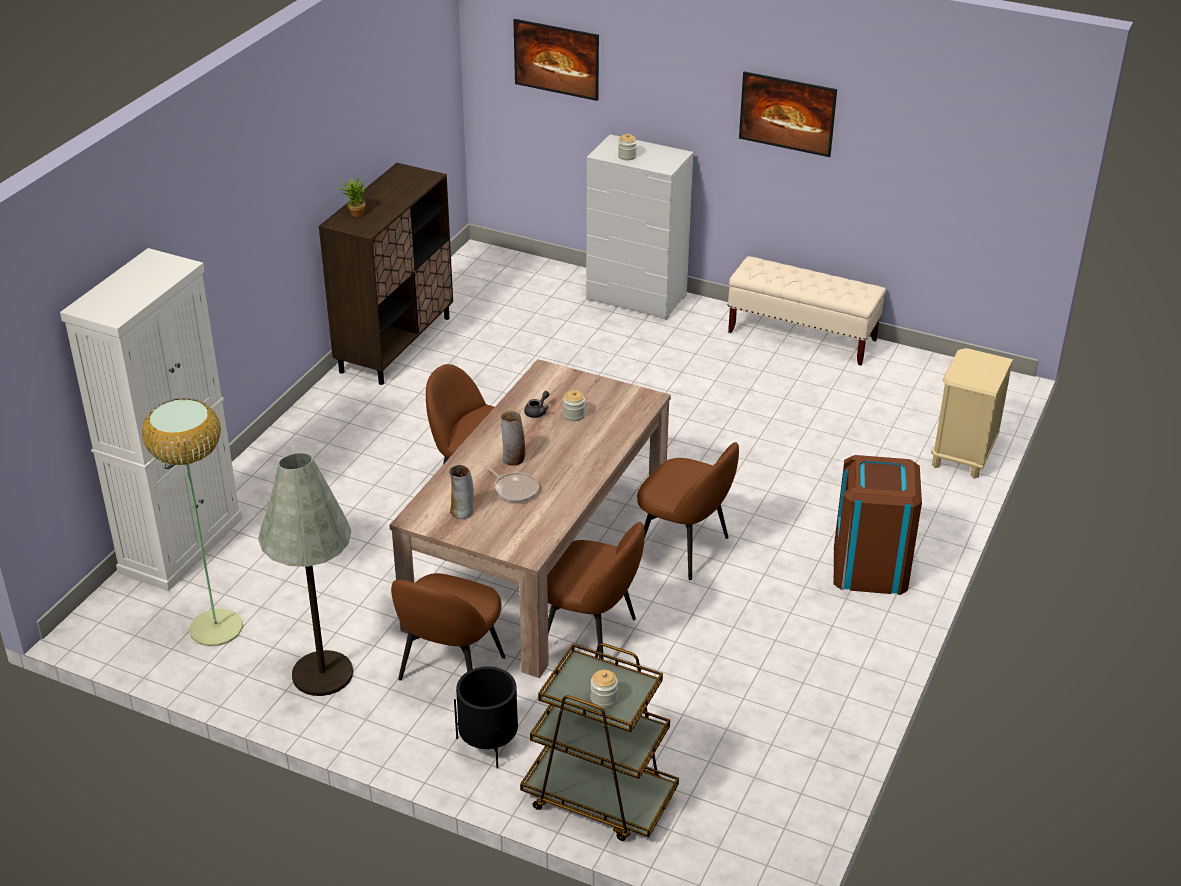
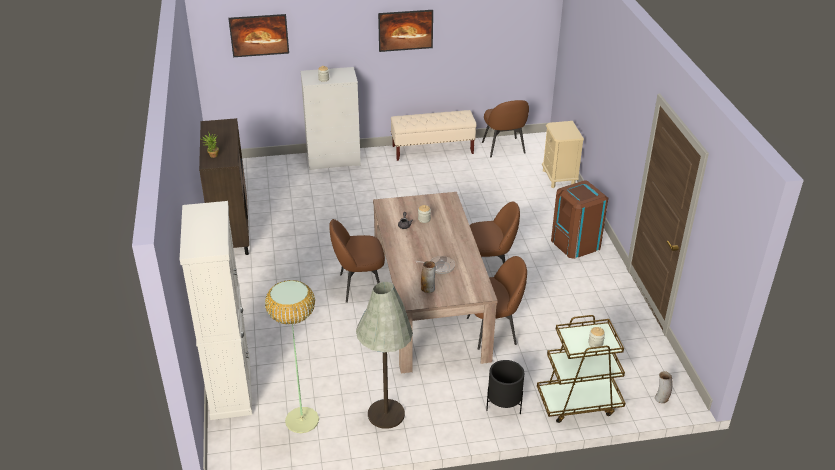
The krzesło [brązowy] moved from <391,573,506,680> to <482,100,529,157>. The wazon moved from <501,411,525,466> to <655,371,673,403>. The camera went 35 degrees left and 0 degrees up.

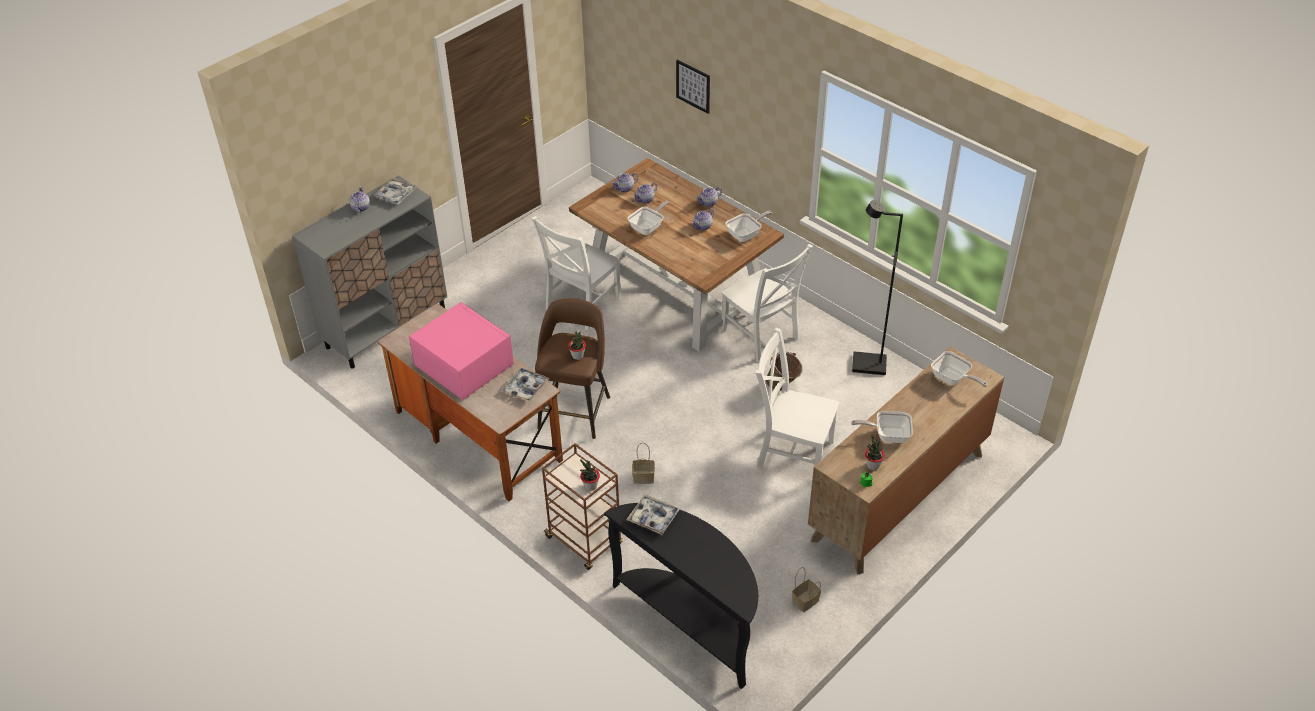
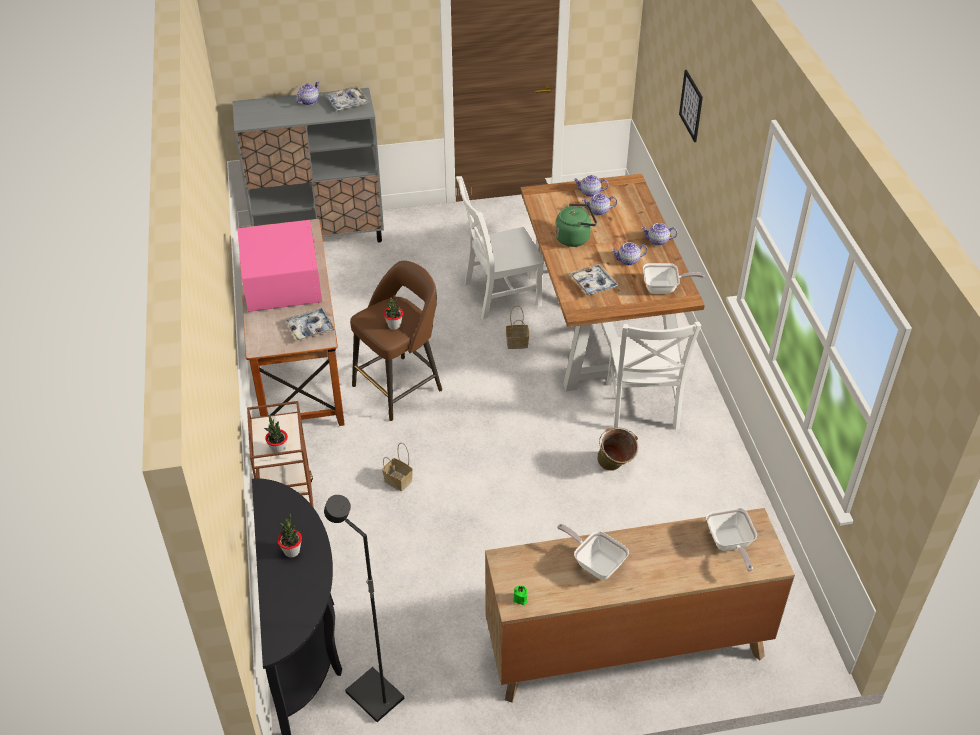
The roślina doniczkowa moved from <865,434,885,470> to <277,514,302,558>. The lampa stojąca [czarny] moved from <852,200,903,375> to <324,495,404,722>. The koszyk moved from <792,567,821,612> to <506,306,529,349>. The patelnia at <627,201,670,235> was replaced by the czajnik [zielony] at <555,203,597,247>. The taca moved from <626,495,681,535> to <568,264,619,296>. The krzesło [biały] at <756,327,839,467> disappeared. The camera went 35 degrees right and 0 degrees up.

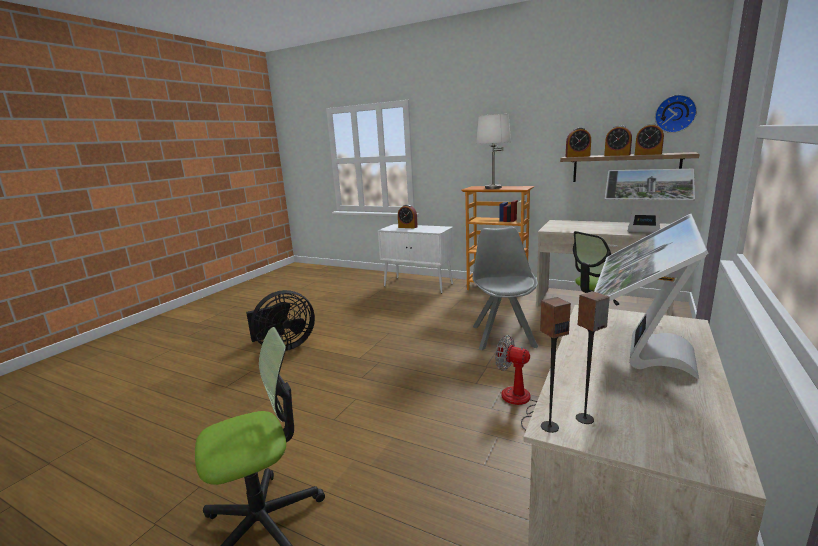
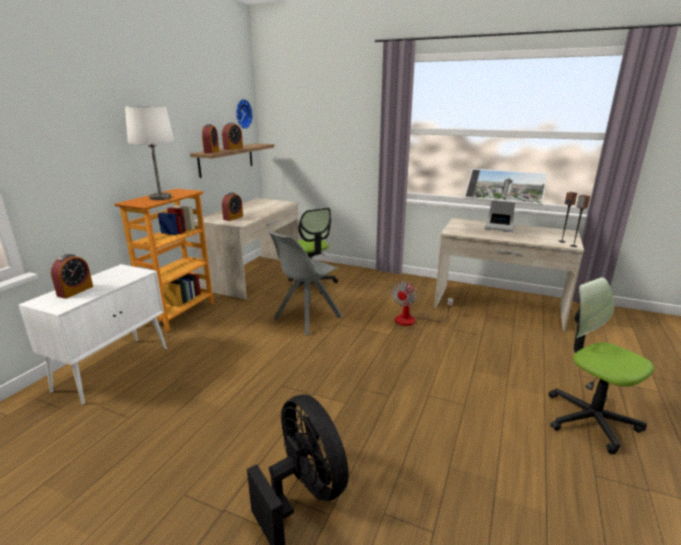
The budzik moved from <635,123,664,155> to <222,192,243,221>. The krzesło [szary] at <472,227,538,350> turned 45 degrees counterclockwise. The monitor at <605,169,695,233> disappeared. The camera went 95 degrees left and 5 degrees up.

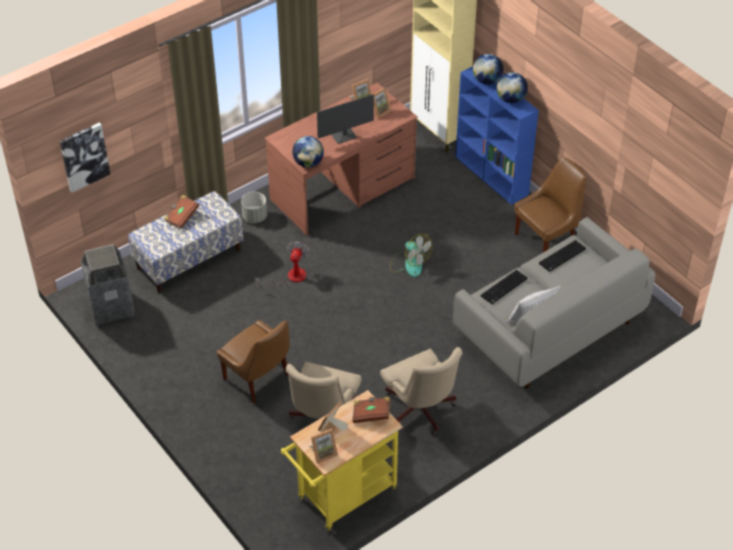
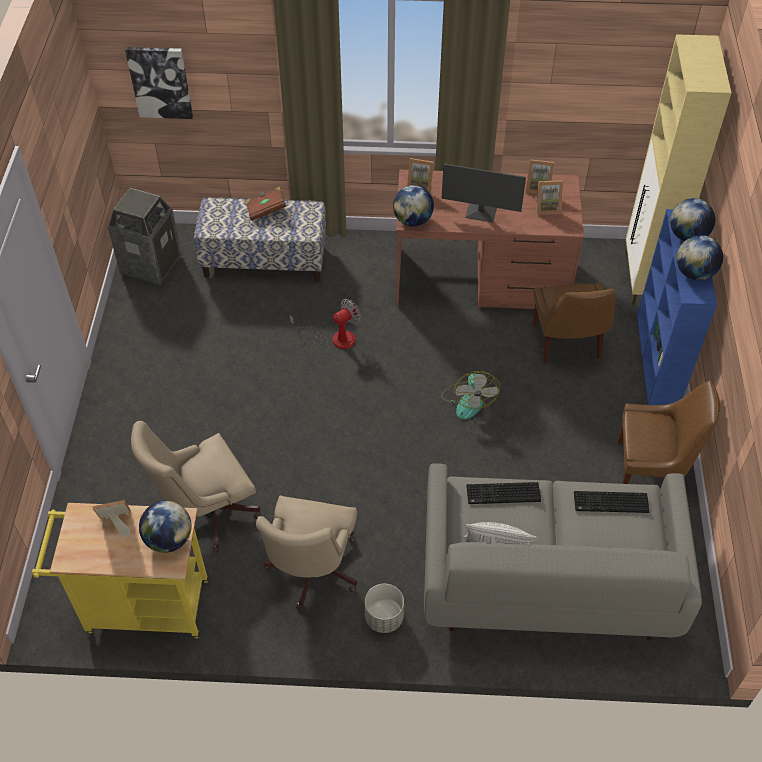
The książka [brązowy] at <352,397,391,423> was replaced by the globus at <139,501,192,553>. The donica [szary] moved from <241,192,267,223> to <365,584,404,633>. The ramka na zdjęcie moved from <309,428,338,464> to <407,158,434,194>. The krzesło [brązowy] moved from <217,320,290,403> to <533,282,615,364>. The camera went 40 degrees right and 5 degrees up.

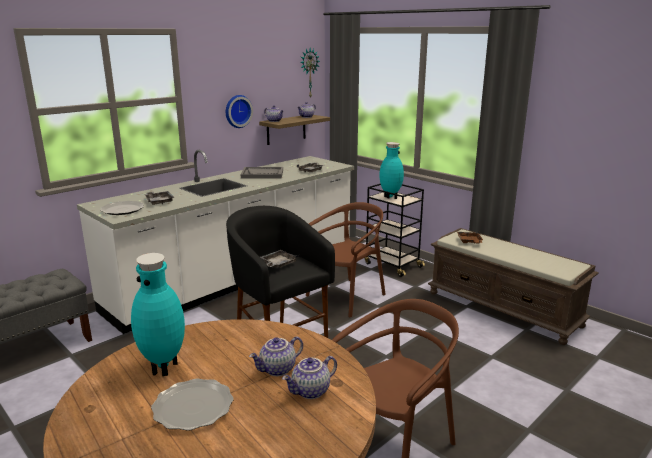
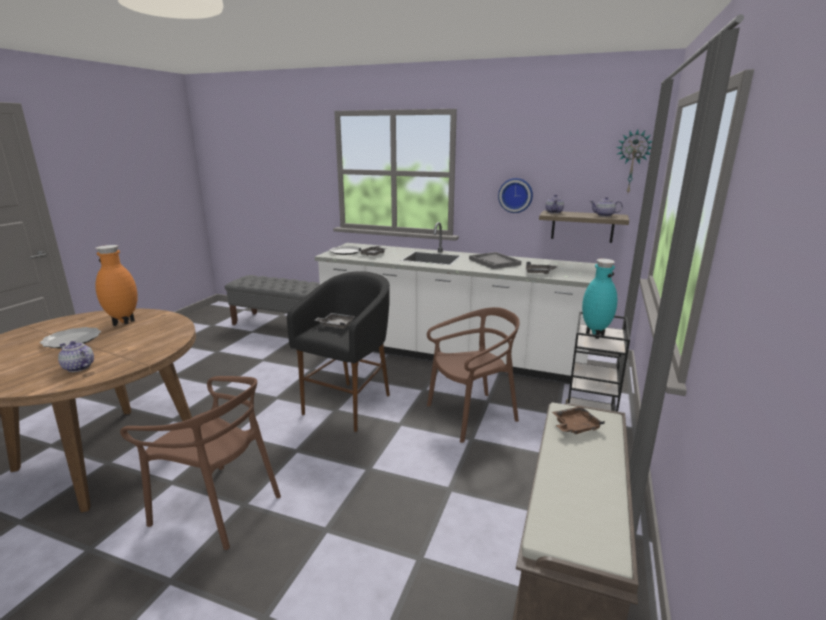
The wazon [turkusowy] at <131,253,185,376> became the wazon [pomarańczowy] at <96,245,137,326>. The krzesło [brązowy] at <306,202,386,317> turned 45 degrees counterclockwise. The imbryk at <249,336,303,376> disappeared. The camera went 65 degrees right and 0 degrees up.

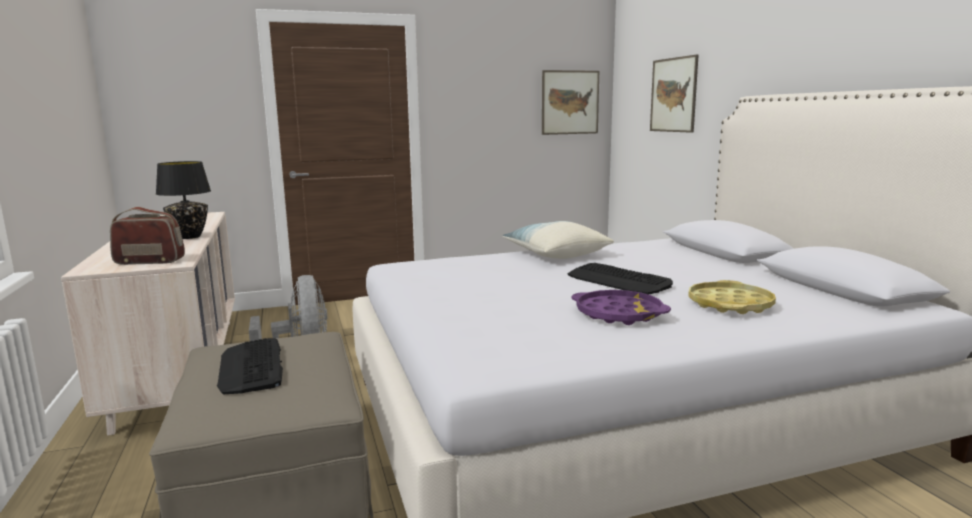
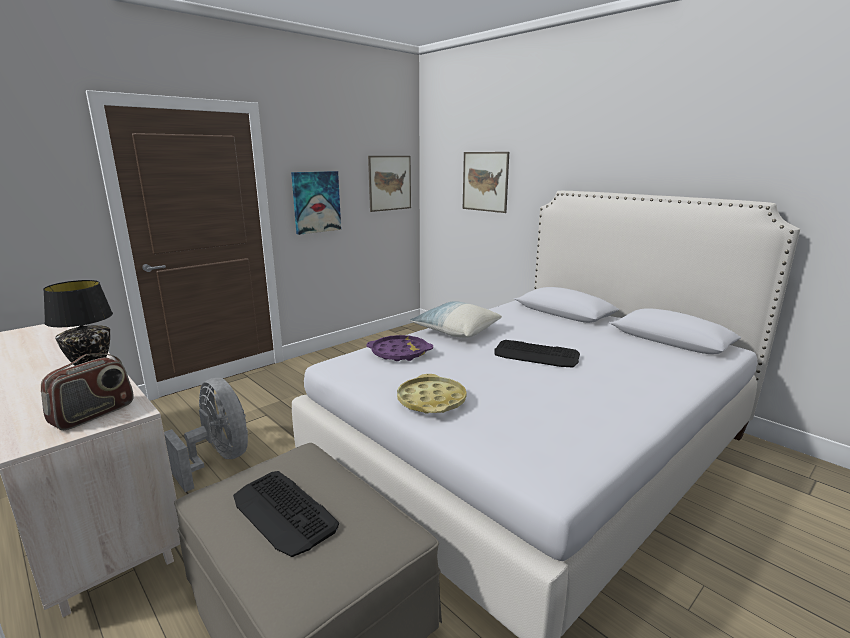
The radio at <110,207,185,265> turned 150 degrees clockwise. The obraz at <291,171,341,235> appeared. The taca [fioletowy] moved from <571,290,671,325> to <367,335,433,361>. The taca [żółty] moved from <688,280,776,314> to <397,374,467,414>. The camera went 25 degrees left and 5 degrees up.

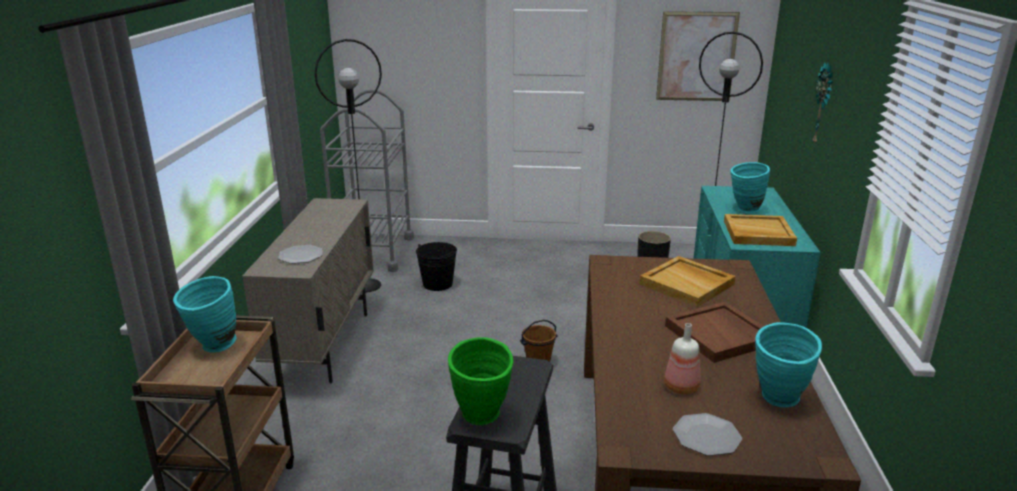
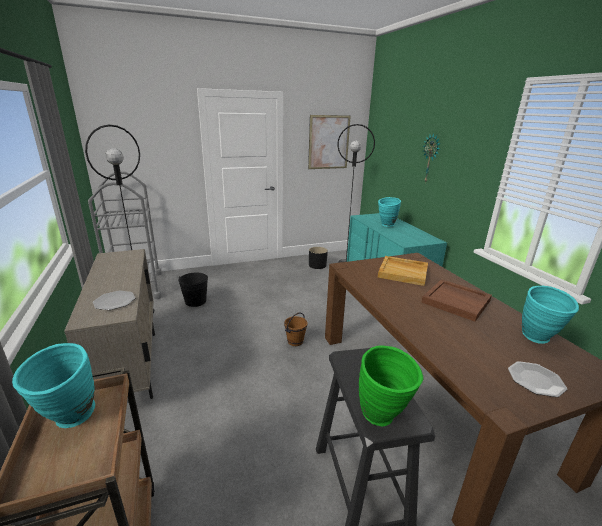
The butelka at <664,323,700,394> disappeared. The taca [beżowy] at <724,214,797,246> disappeared. The camera went 25 degrees left and 0 degrees up.

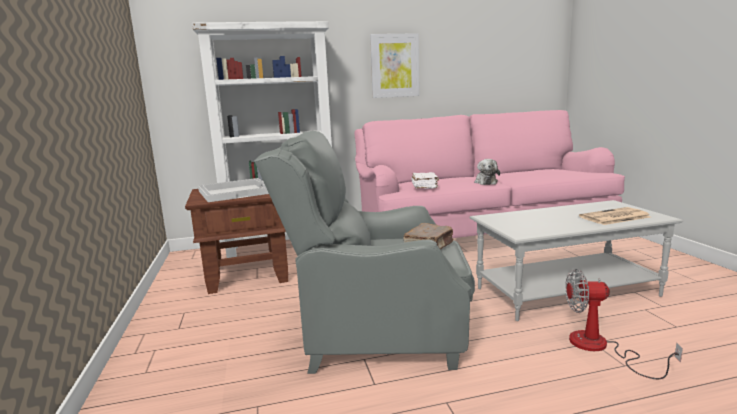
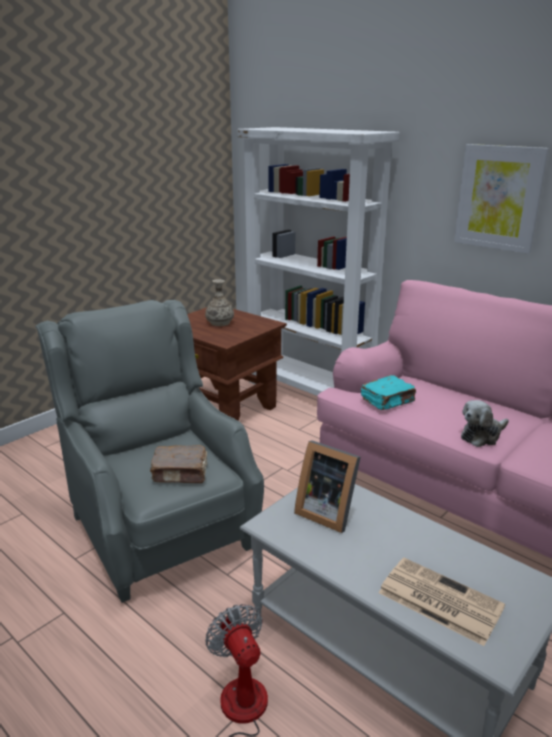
The taca [biały] at <198,178,269,202> was replaced by the wazon at <205,279,234,326>. The ramka na zdjęcie at <294,440,361,533> appeared. The książka [biały] at <411,172,439,189> became the książka [turkusowy] at <361,375,416,410>. The camera went 55 degrees right and 10 degrees up.

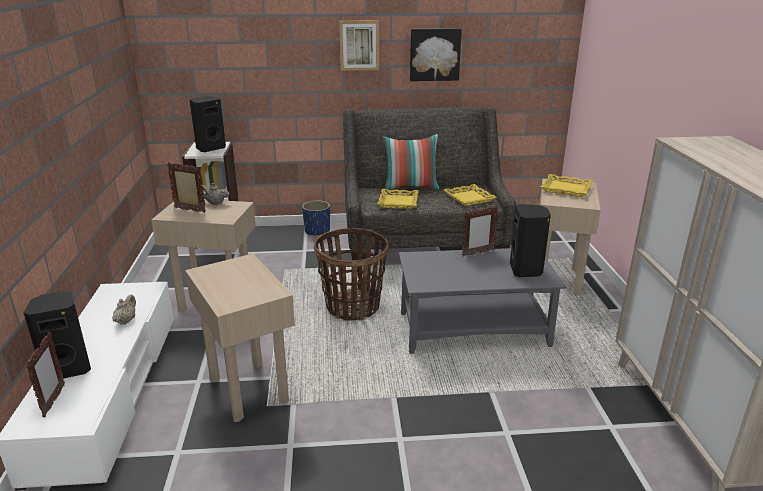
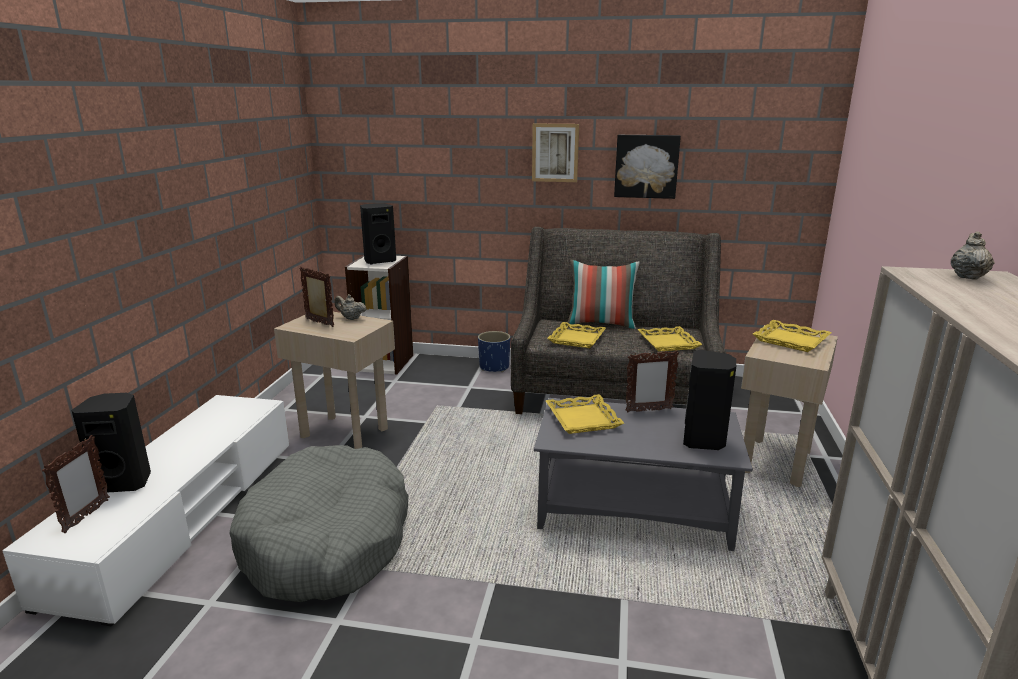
The stolik [beżowy] at <185,254,295,422> was replaced by the legowisko [szary] at <230,445,408,602>. The taca [żółty] at <546,394,624,434> appeared. The imbryk [beżowy] moved from <112,294,136,325> to <951,231,995,280>. The koszyk at <314,228,389,320> disappeared. The camera went 15 degrees right and 5 degrees down.

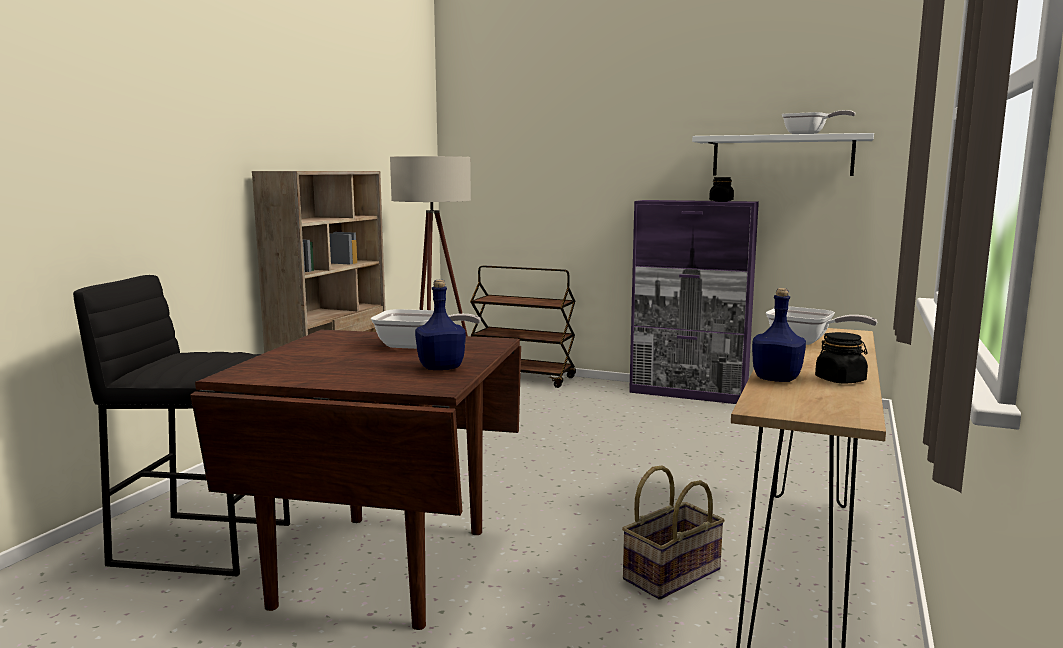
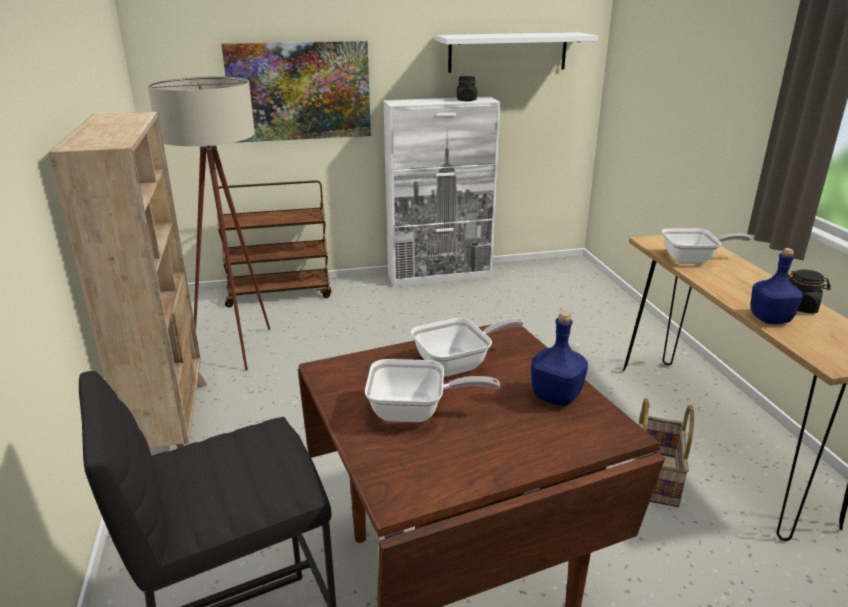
The obraz at <221,41,371,143> appeared. The patelnia moved from <782,110,856,134> to <365,359,500,422>. The szafka [fioletowy] at <629,200,759,404> became the szafka [biały] at <383,96,501,287>. The camera went 35 degrees left and 15 degrees up.

